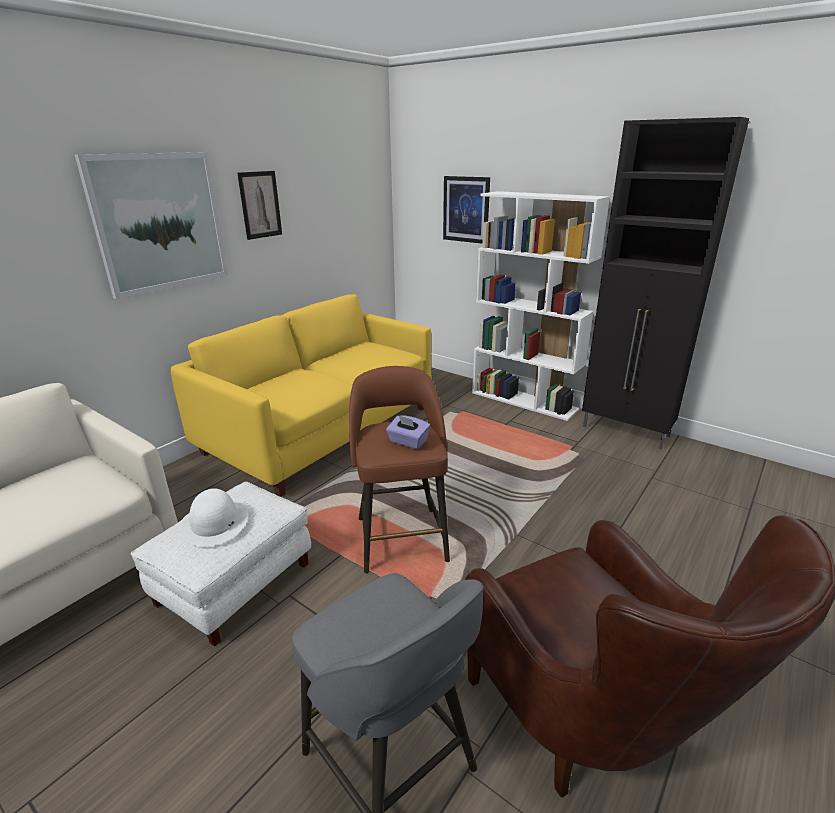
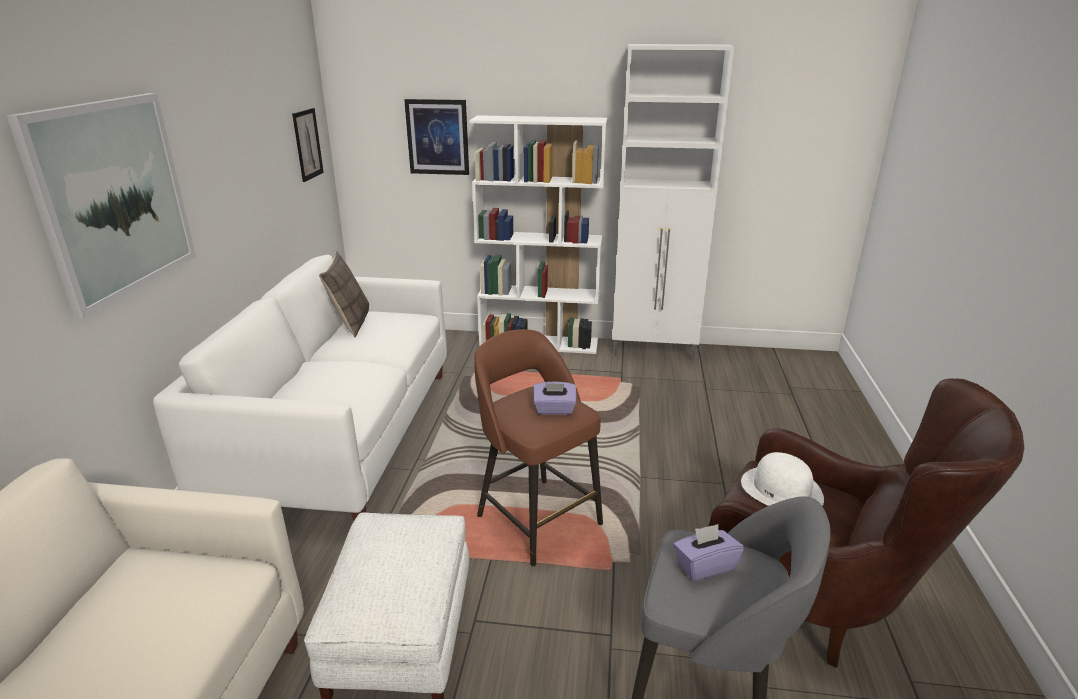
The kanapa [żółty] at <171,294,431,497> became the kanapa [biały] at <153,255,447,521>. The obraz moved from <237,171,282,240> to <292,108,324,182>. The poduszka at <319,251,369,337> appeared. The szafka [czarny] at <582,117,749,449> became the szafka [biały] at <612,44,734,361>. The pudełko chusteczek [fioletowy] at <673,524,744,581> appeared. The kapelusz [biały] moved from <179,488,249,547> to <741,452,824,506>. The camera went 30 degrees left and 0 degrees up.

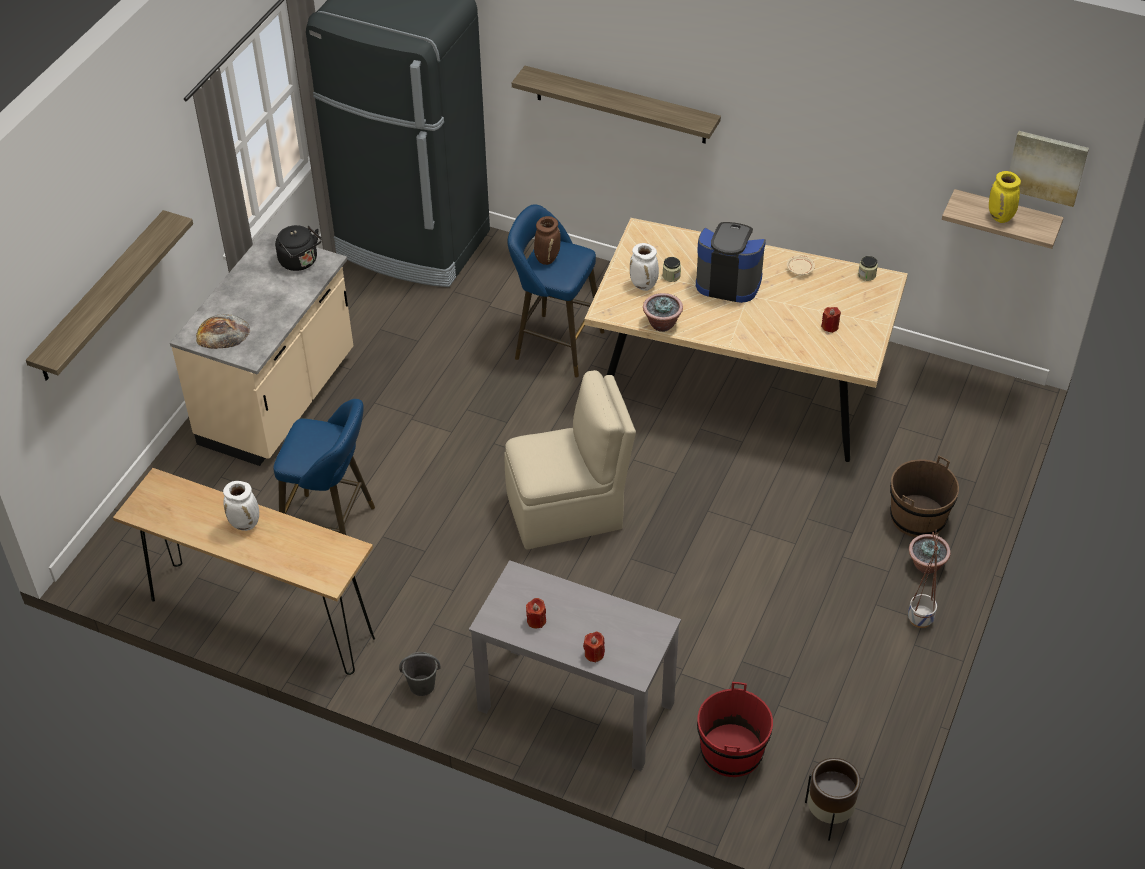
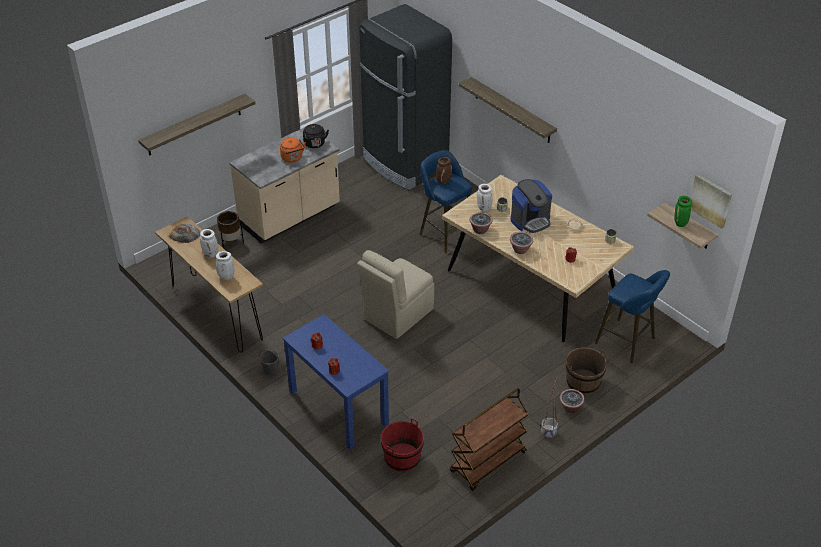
The chleb moved from <196,314,250,349> to <169,224,200,243>. The wazon [biały] at <216,251,235,280> appeared. The donica [brązowy] moved from <805,758,860,841> to <217,211,244,248>. The czajnik [pomarańczowy] at <280,138,306,162> appeared. The biurko [szary] at <469,560,681,771> became the biurko [niebieski] at <283,314,389,449>. The krzesło [beżowy] at <504,370,636,550> turned 120 degrees clockwise. The wózek [brązowy] at <450,388,529,491> appeared. The roślina doniczkowa at <510,232,533,254> appeared. The ekspres do kawy at <696,222,766,303> turned 105 degrees clockwise. The stołek [niebieski] moved from <274,399,375,535> to <595,270,670,363>. The wazon [żółty] at <989,171,1021,223> became the wazon [zielony] at <674,196,692,227>. The camera went 25 degrees right and 5 degrees down.

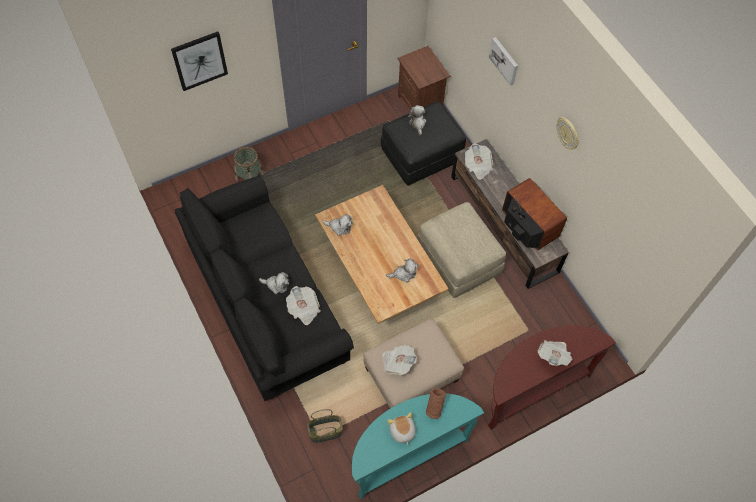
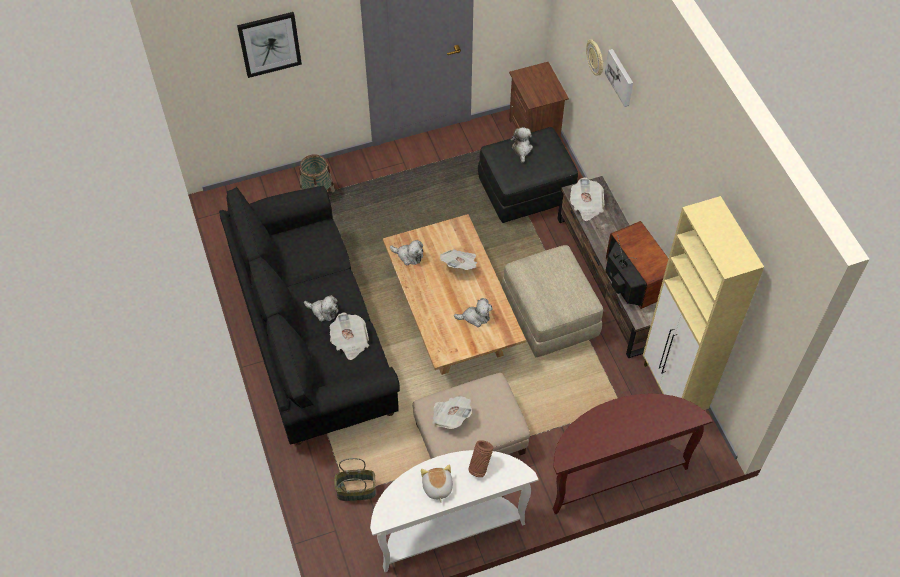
The stolik konsolowy [turkusowy] at <352,394,484,499> became the stolik konsolowy [biały] at <370,450,539,572>. The gazeta moved from <537,340,573,366> to <440,249,477,270>. The zegar ścienny moved from <556,117,579,150> to <586,39,604,76>. The szafka [beżowy] at <643,196,764,410> appeared. The camera went 10 degrees right and 5 degrees down.

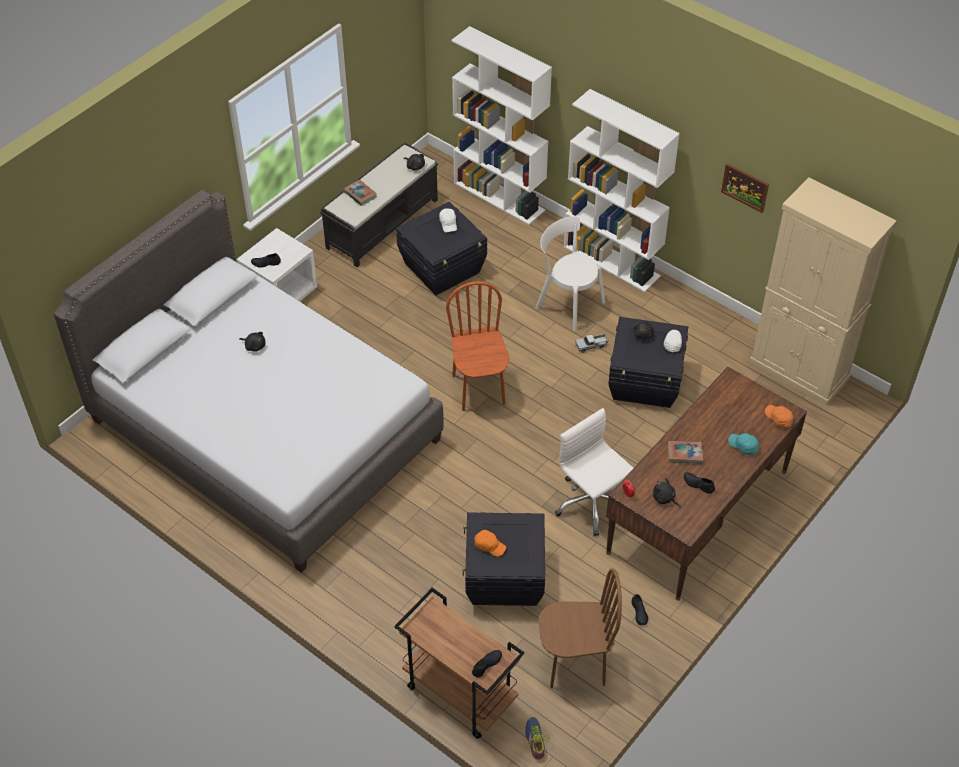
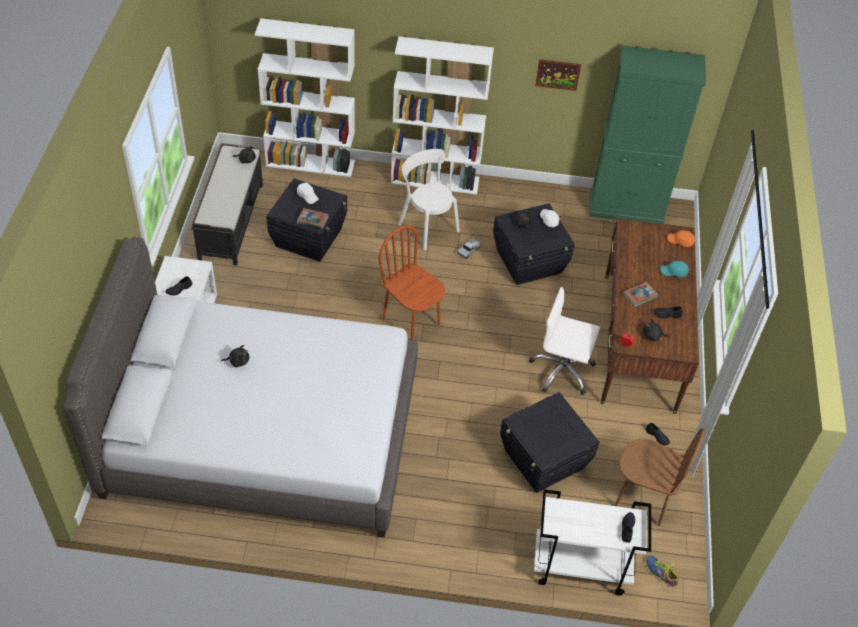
The książka moved from <343,180,377,206> to <297,208,328,230>. The krzesło [biały] at <535,216,605,331> turned 45 degrees clockwise. The wózek [brązowy] at <394,588,524,739> became the wózek [biały] at <534,489,651,596>. The szafka [beżowy] at <749,178,897,406> became the szafka [zielony] at <589,45,706,224>. The krzesło [brązowy] at <539,568,622,688> turned 60 degrees clockwise. The czapka z daszkiem [pomarańczowy] at <475,530,506,556> disappeared. The camera went 35 degrees left and 0 degrees up.

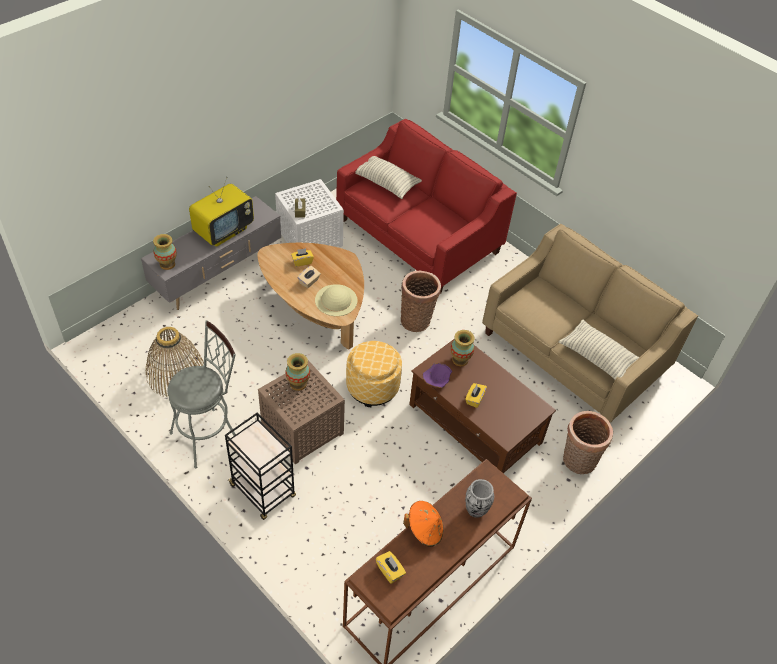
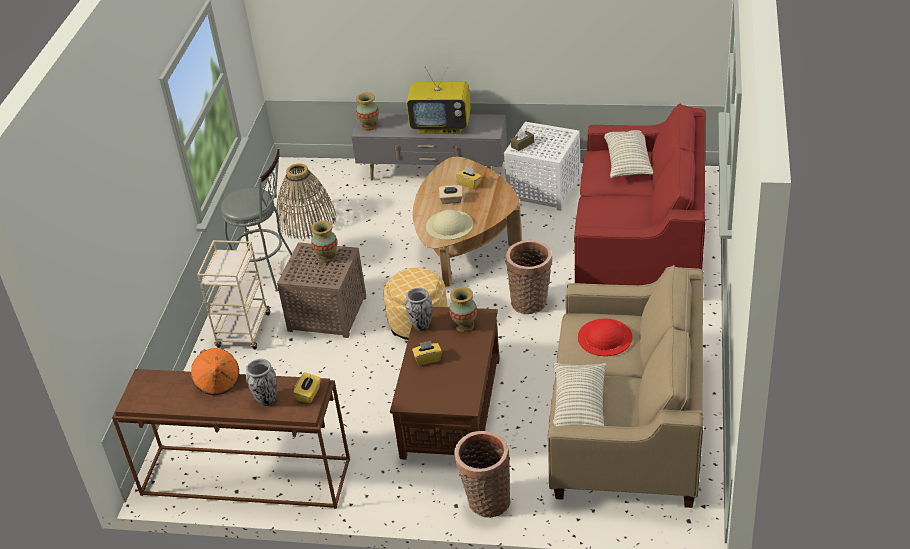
The wózek [czarny] at <225,412,296,520> became the wózek [beżowy] at <197,240,271,349>. The pudełko chusteczek [żółty] moved from <376,551,406,584> to <293,372,321,403>. The miska [fioletowy] at <422,363,452,388> was replaced by the wazon at <405,288,432,331>. The kapelusz [czerwony] at <578,318,633,356> appeared. The camera went 60 degrees right and 10 degrees down.

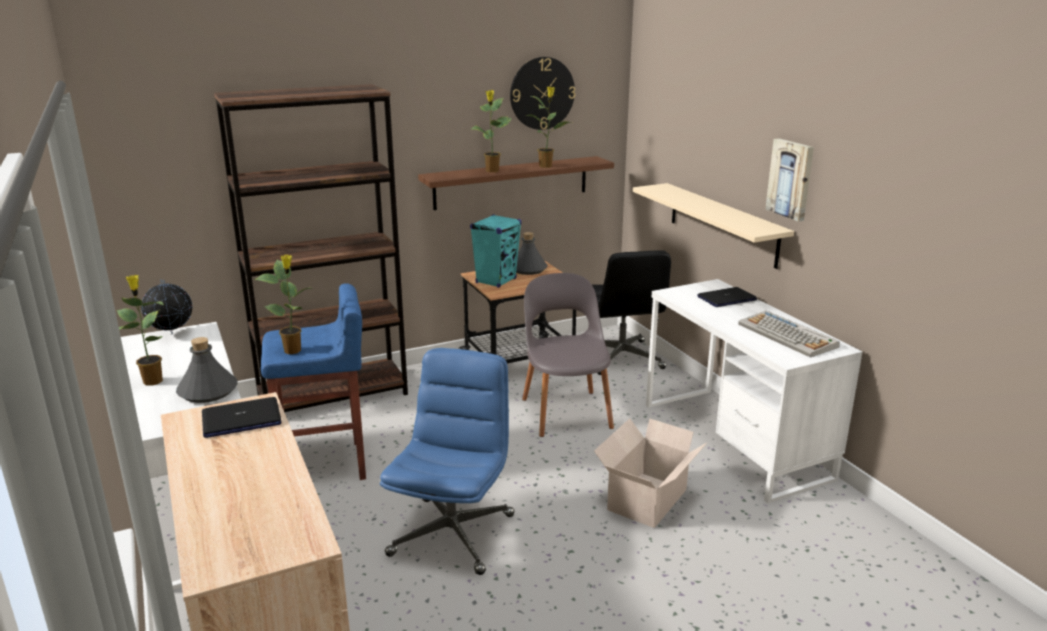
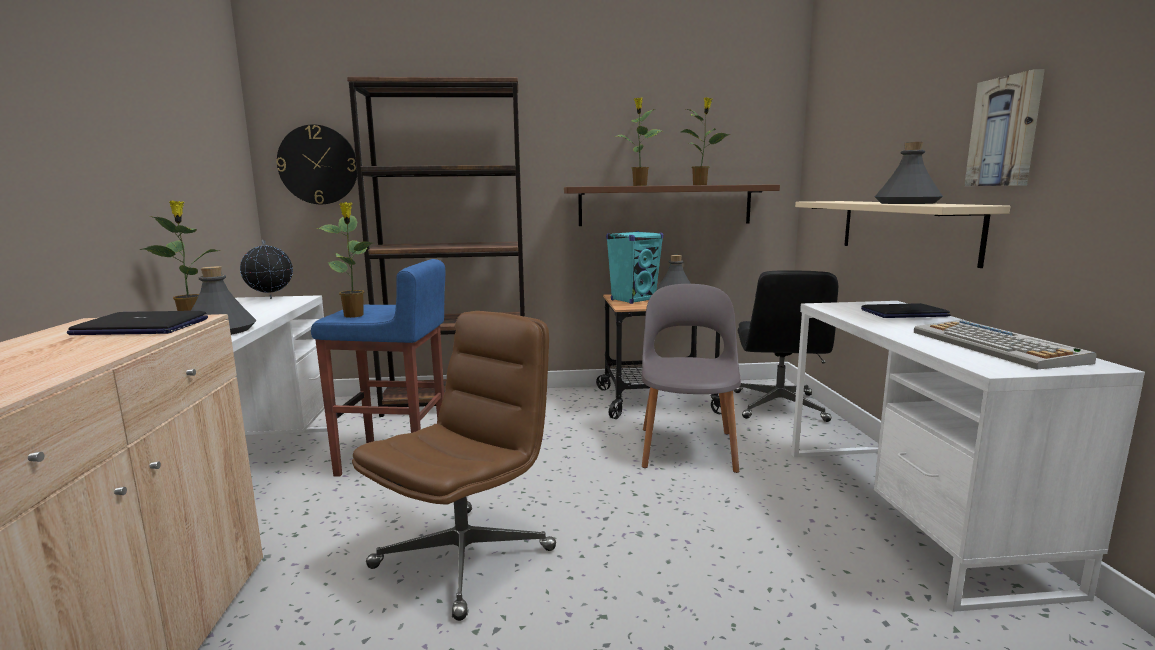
The zegar ścienny moved from <510,57,575,130> to <276,124,357,204>. The krzesło biurowe [niebieski] at <380,348,515,575> became the krzesło biurowe [brązowy] at <352,311,556,621>. The butelka [szary] at <875,142,943,204> appeared. The karton at <594,418,708,528> disappeared. The camera went 20 degrees right and 10 degrees down.

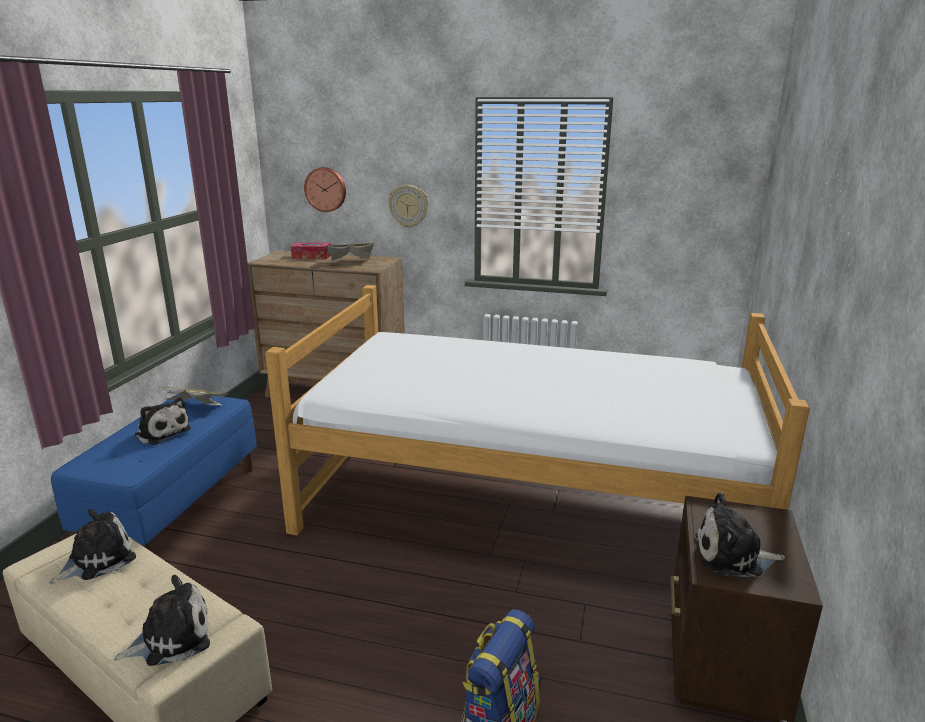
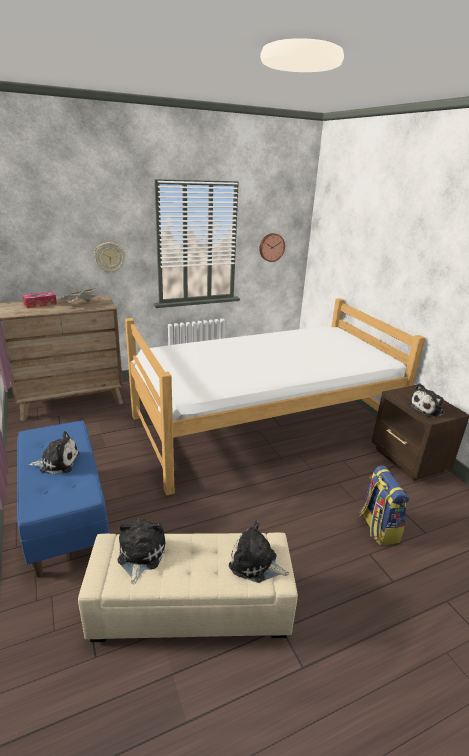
The pluszak at <114,575,210,666> turned 90 degrees counterclockwise. The zegar ścienny moved from <304,167,346,212> to <259,233,285,262>. The książka at <162,387,227,405> disappeared. The camera went 40 degrees left and 5 degrees up.

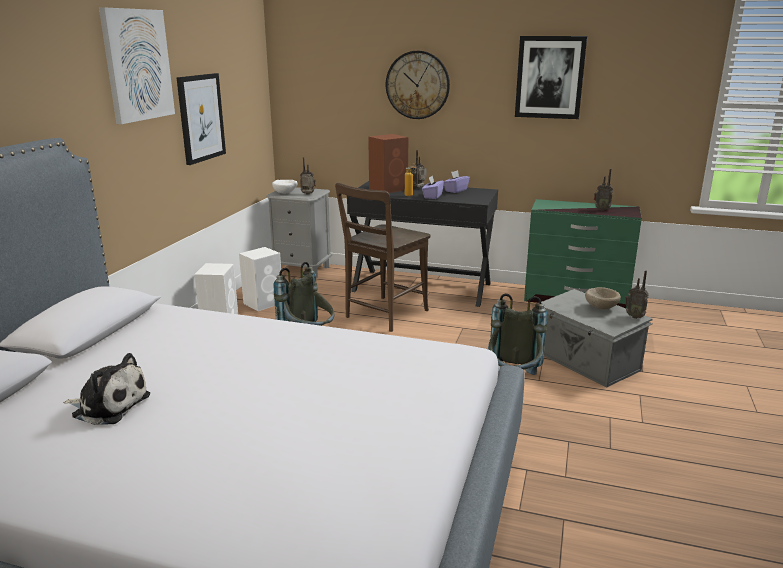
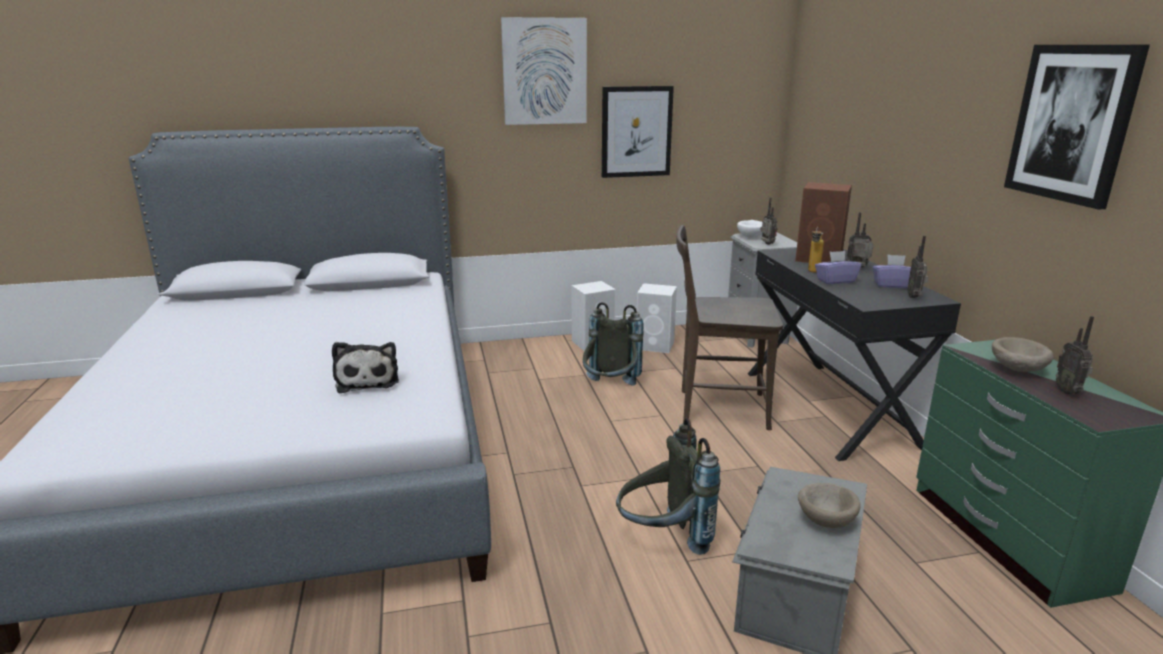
The pluszak moved from <63,353,150,425> to <332,342,399,393>. The radio moved from <625,270,649,319> to <907,236,928,298>. The miska [beżowy] at <992,337,1054,372> appeared. The zegar ścienny at <386,51,450,119> disappeared. The camera went 60 degrees right and 0 degrees up.

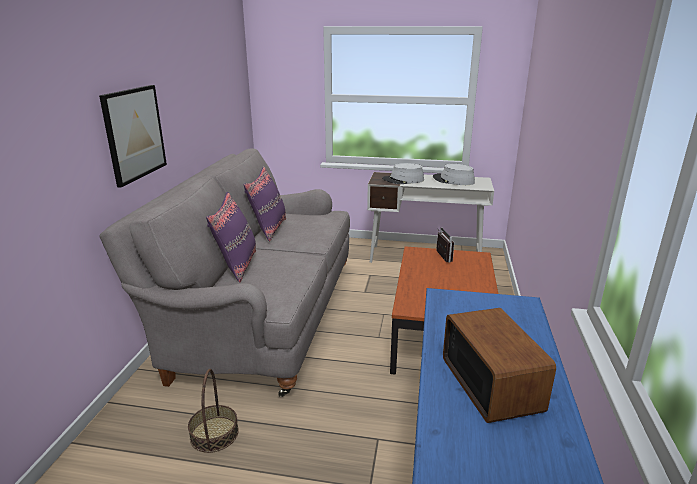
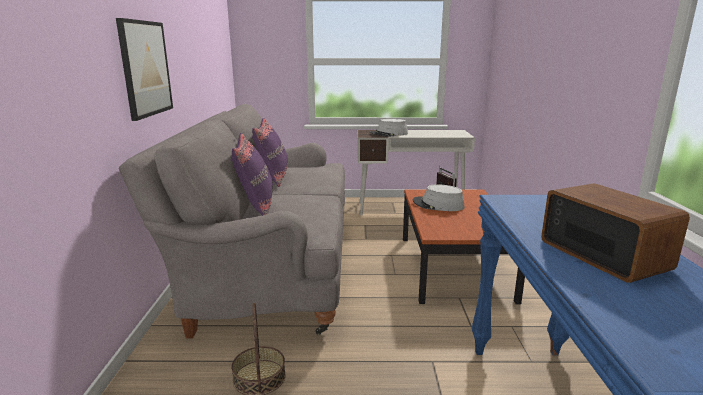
The kapelusz [szary] moved from <433,164,475,185> to <413,184,464,211>. The camera went 10 degrees left and 5 degrees down.

